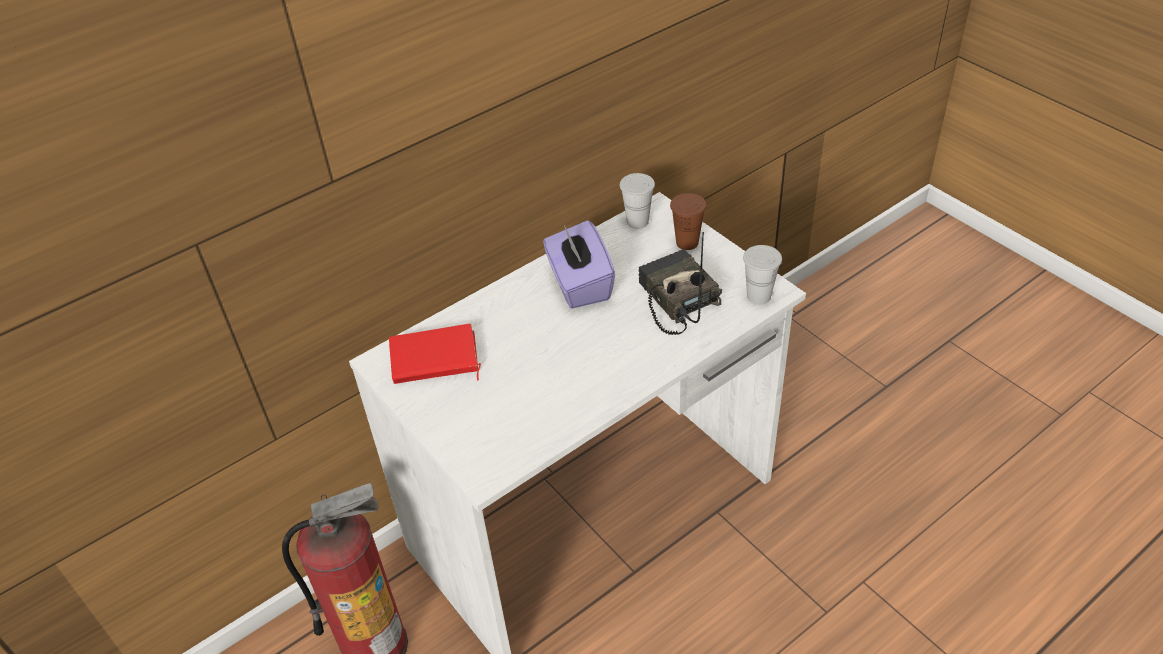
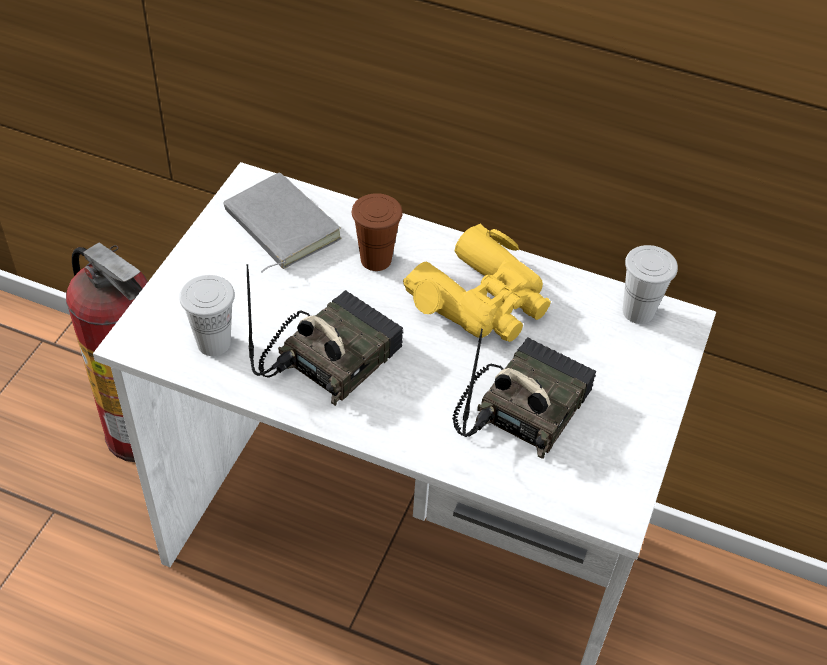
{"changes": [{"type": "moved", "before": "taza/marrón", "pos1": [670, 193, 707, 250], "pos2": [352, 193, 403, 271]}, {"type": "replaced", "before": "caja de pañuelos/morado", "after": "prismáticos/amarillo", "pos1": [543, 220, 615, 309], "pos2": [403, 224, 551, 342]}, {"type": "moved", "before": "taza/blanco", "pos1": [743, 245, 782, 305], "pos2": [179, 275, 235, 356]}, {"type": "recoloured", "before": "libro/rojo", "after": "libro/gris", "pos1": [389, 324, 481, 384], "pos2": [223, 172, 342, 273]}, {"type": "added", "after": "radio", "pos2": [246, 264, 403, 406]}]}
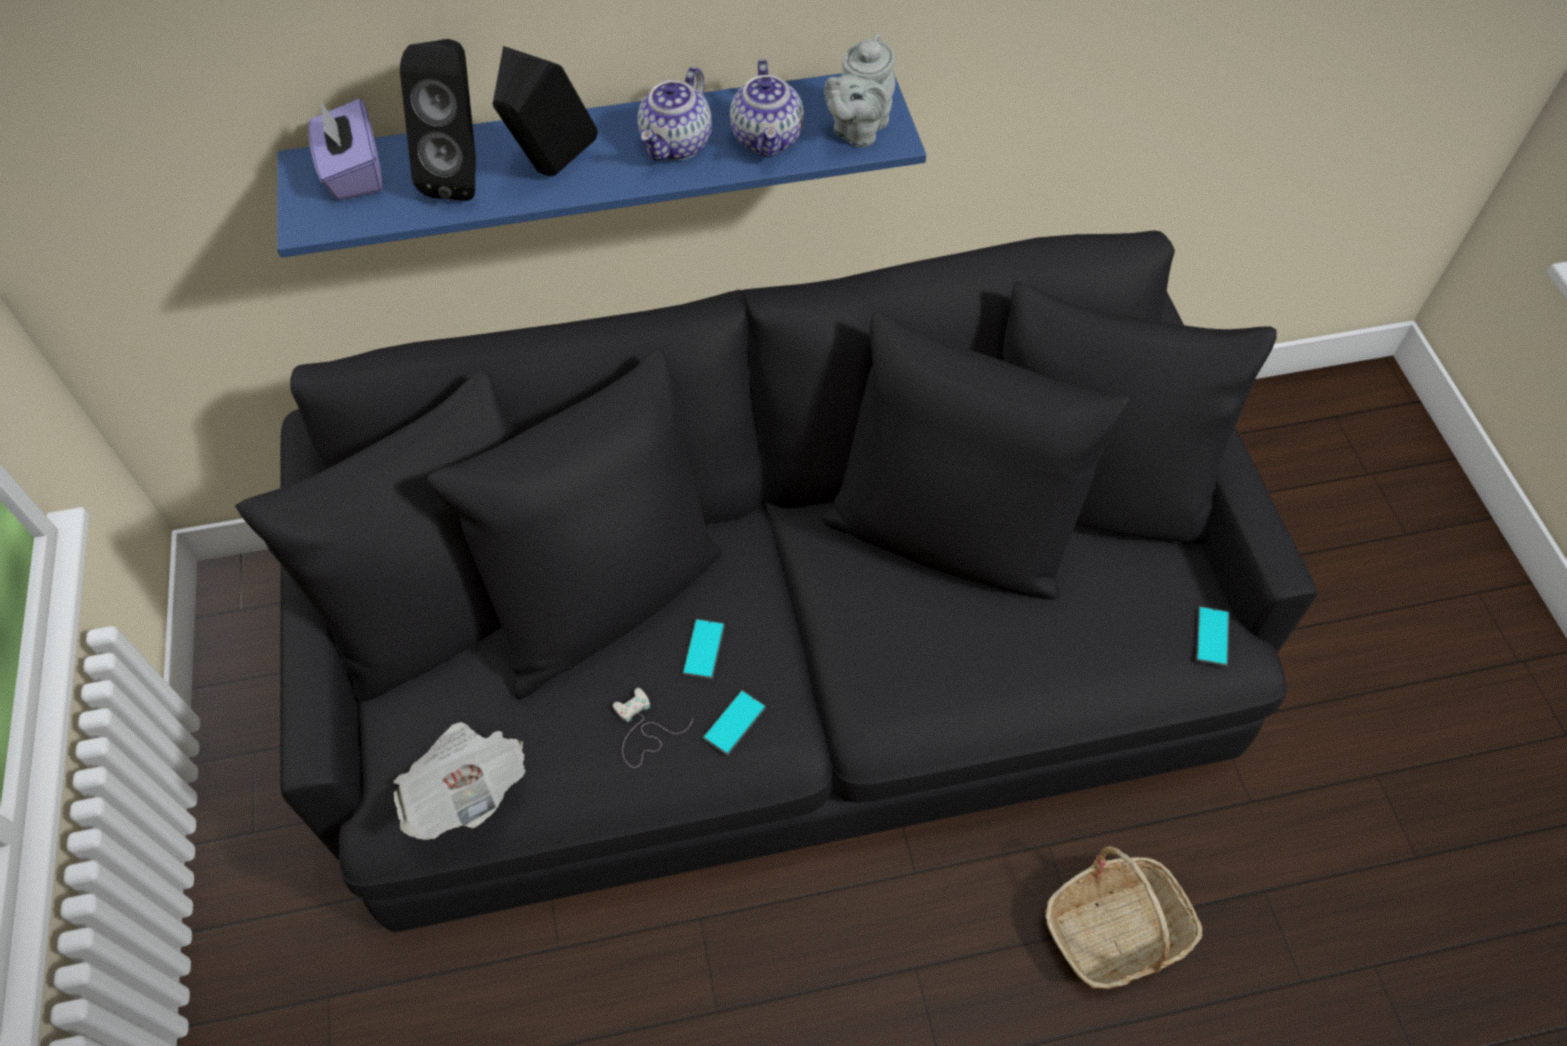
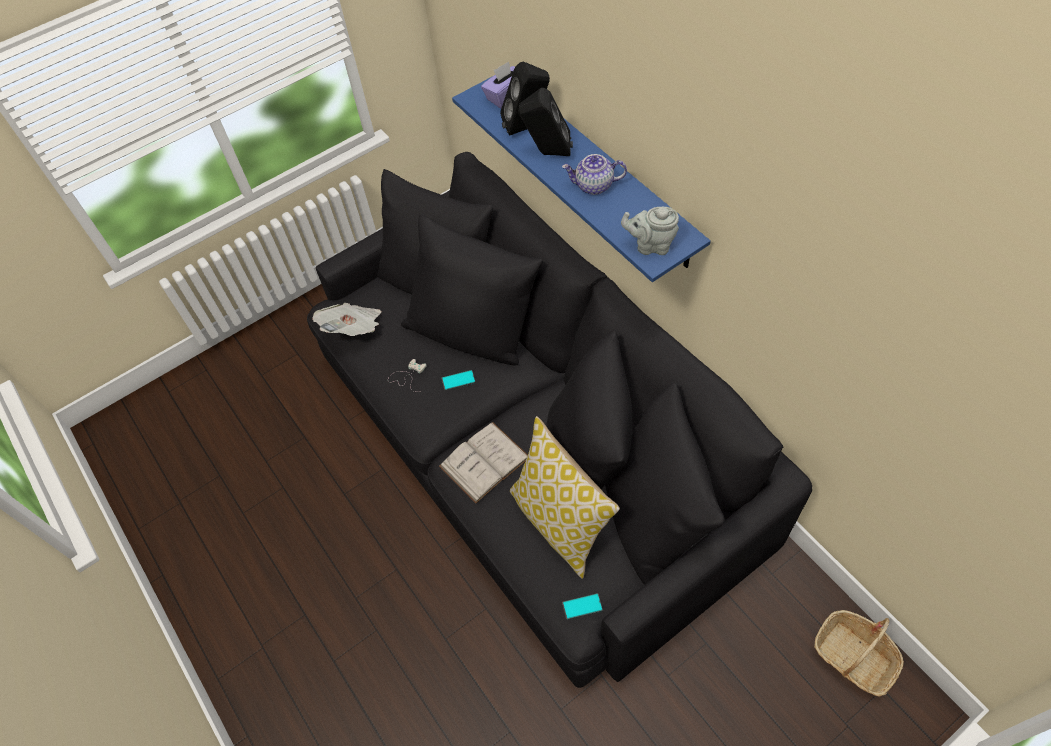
{"changes": [{"type": "removed", "before": "tetera", "pos1": [730, 59, 804, 158]}, {"type": "removed", "before": "móvil", "pos1": [702, 690, 766, 756]}, {"type": "moved", "before": "cesta", "pos1": [1045, 846, 1202, 989], "pos2": [814, 610, 904, 697]}, {"type": "added", "after": "cojín", "pos2": [510, 416, 620, 579]}, {"type": "added", "after": "libro/blanco", "pos2": [439, 422, 528, 503]}]}
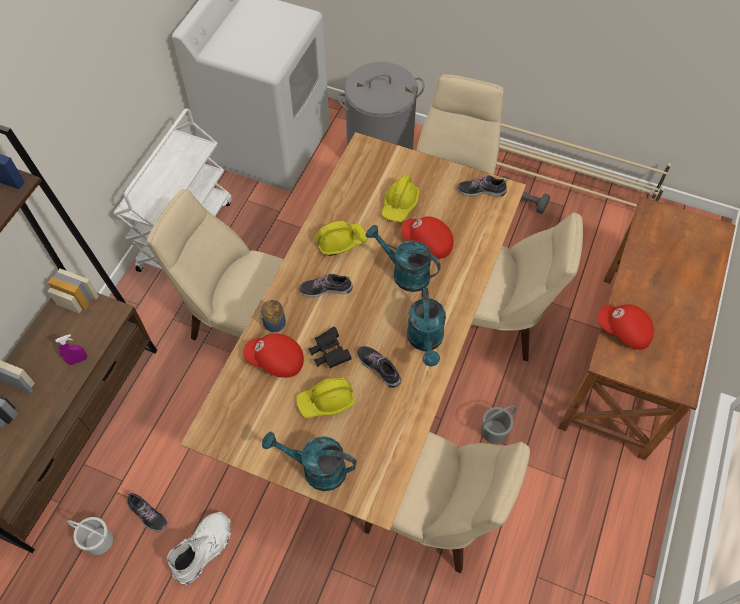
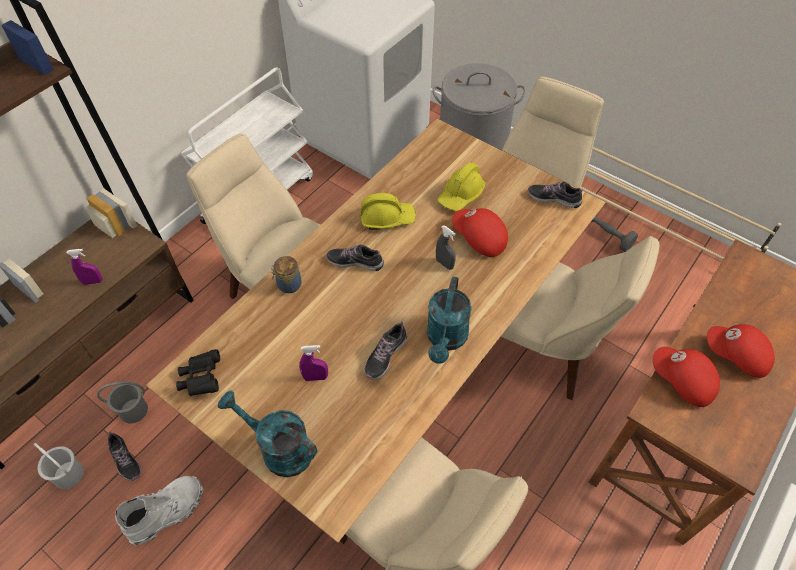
{"changes": [{"type": "replaced", "before": "regadera/turquesa", "after": "pulverizador/gris", "pos1": [365, 225, 441, 292], "pos2": [436, 225, 456, 270]}, {"type": "moved", "before": "prismáticos/negro", "pos1": [308, 327, 352, 368], "pos2": [176, 349, 220, 396]}, {"type": "moved", "before": "gorra/rojo", "pos1": [243, 333, 304, 378], "pos2": [707, 324, 775, 378]}, {"type": "turned", "before": "zapato", "pos1": [357, 346, 401, 388], "pos2": [364, 321, 407, 380], "turn": -120}, {"type": "replaced", "before": "casco/amarillo", "after": "pulverizador/morado", "pos1": [296, 378, 355, 418], "pos2": [299, 345, 328, 381]}, {"type": "moved", "before": "cubo/gris", "pos1": [481, 405, 517, 444], "pos2": [97, 382, 148, 424]}]}
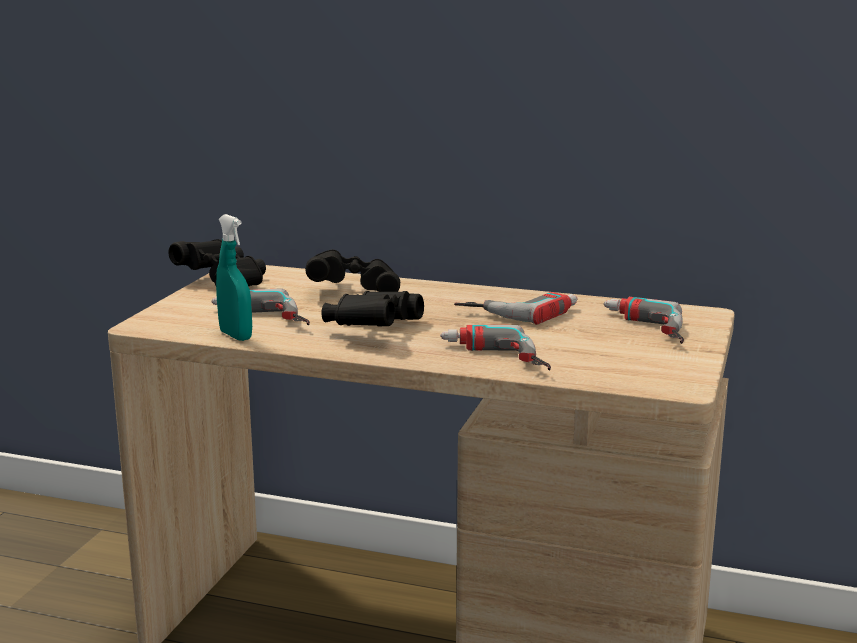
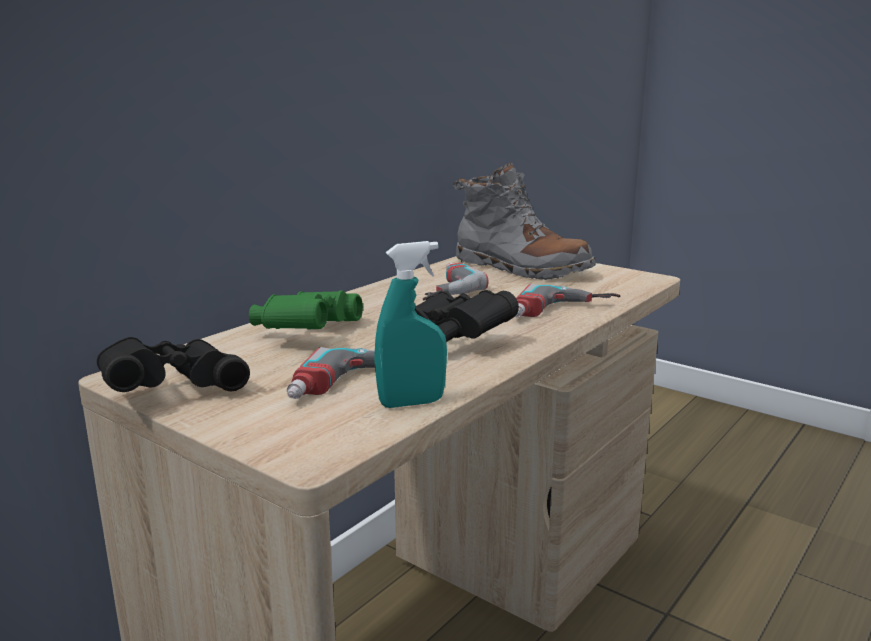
{"changes": [{"type": "recoloured", "before": "prismáticos/negro", "after": "prismáticos/verde", "pos1": [306, 249, 400, 292], "pos2": [249, 291, 363, 329]}, {"type": "replaced", "before": "taladro", "after": "bota/gris", "pos1": [604, 297, 684, 344], "pos2": [453, 163, 596, 280]}]}
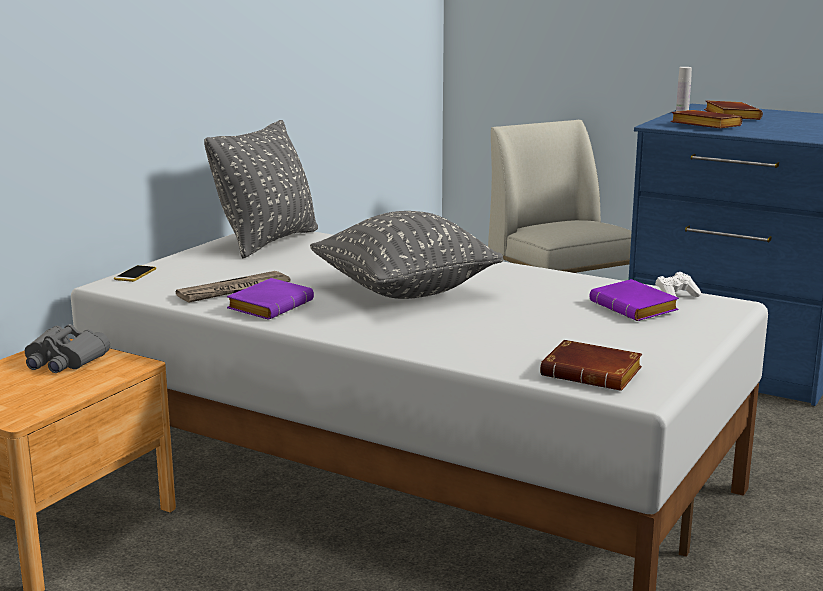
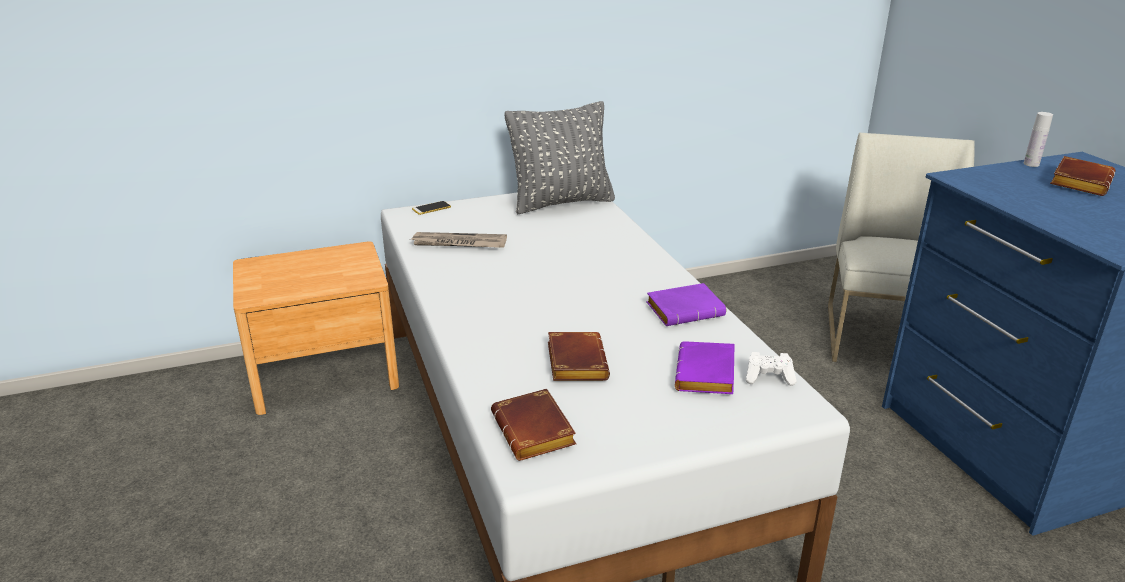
{"changes": [{"type": "moved", "before": "libro/marrón", "pos1": [671, 110, 743, 128], "pos2": [548, 332, 610, 381]}, {"type": "removed", "before": "cojín/gris", "pos1": [310, 211, 504, 299]}, {"type": "moved", "before": "libro/morado", "pos1": [227, 278, 314, 320], "pos2": [646, 283, 726, 326]}, {"type": "removed", "before": "prismáticos/gris", "pos1": [25, 324, 110, 373]}]}
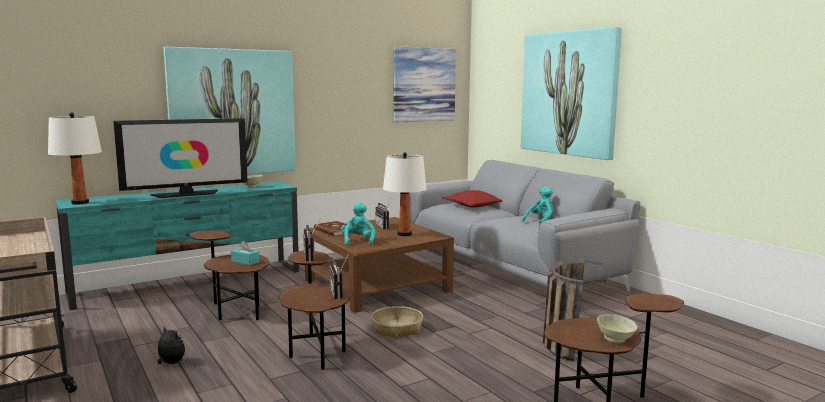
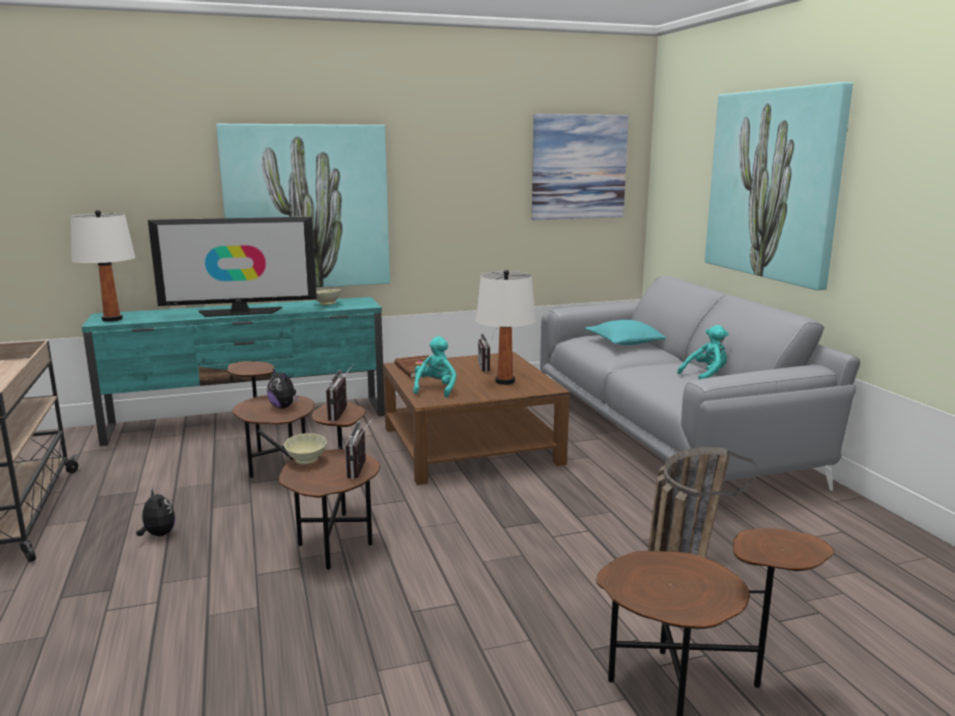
{"changes": [{"type": "recoloured", "before": "cojín/rojo", "after": "cojín/turquesa", "pos1": [443, 190, 502, 208], "pos2": [585, 320, 666, 345]}, {"type": "replaced", "before": "caja de pañuelos/turquesa", "after": "peluche", "pos1": [231, 241, 260, 265], "pos2": [267, 368, 299, 409]}, {"type": "removed", "before": "cesta", "pos1": [371, 306, 423, 339]}, {"type": "moved", "before": "cuenco/beis", "pos1": [597, 314, 638, 343], "pos2": [284, 433, 327, 465]}]}
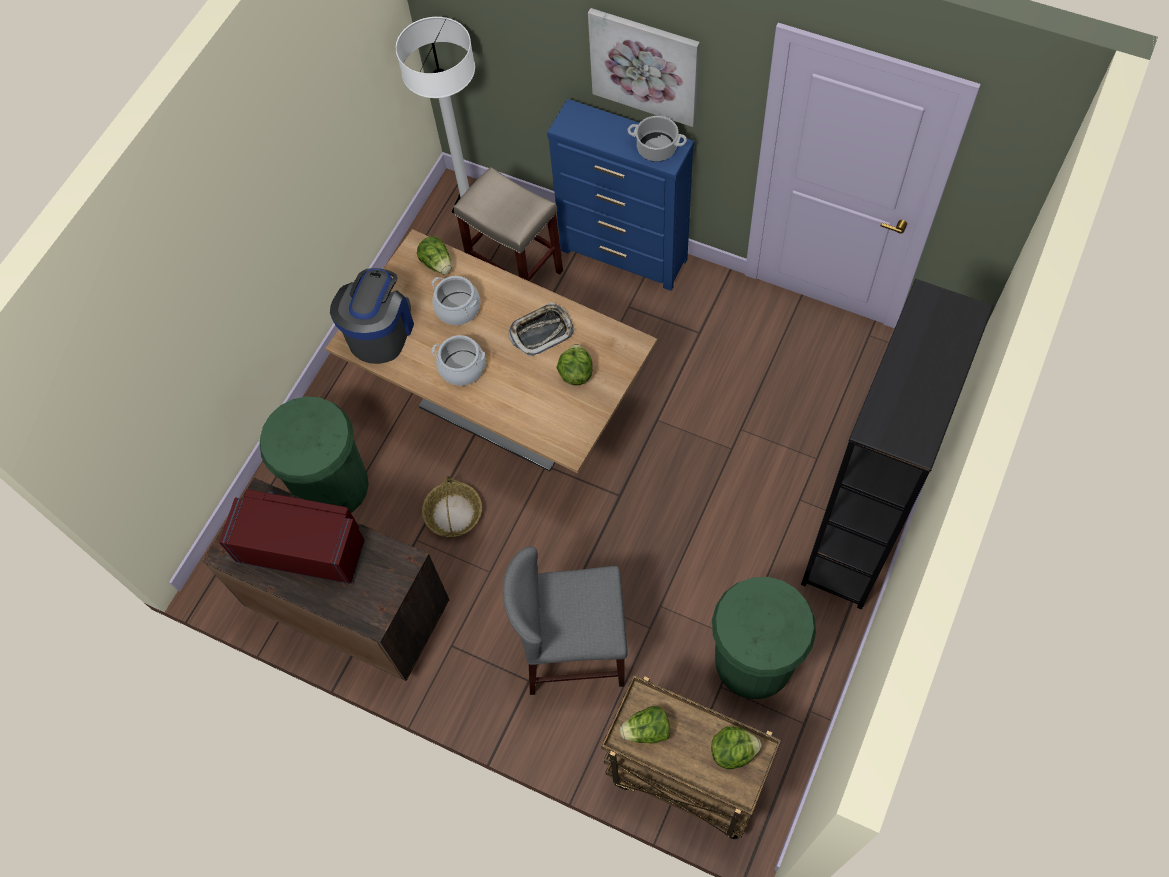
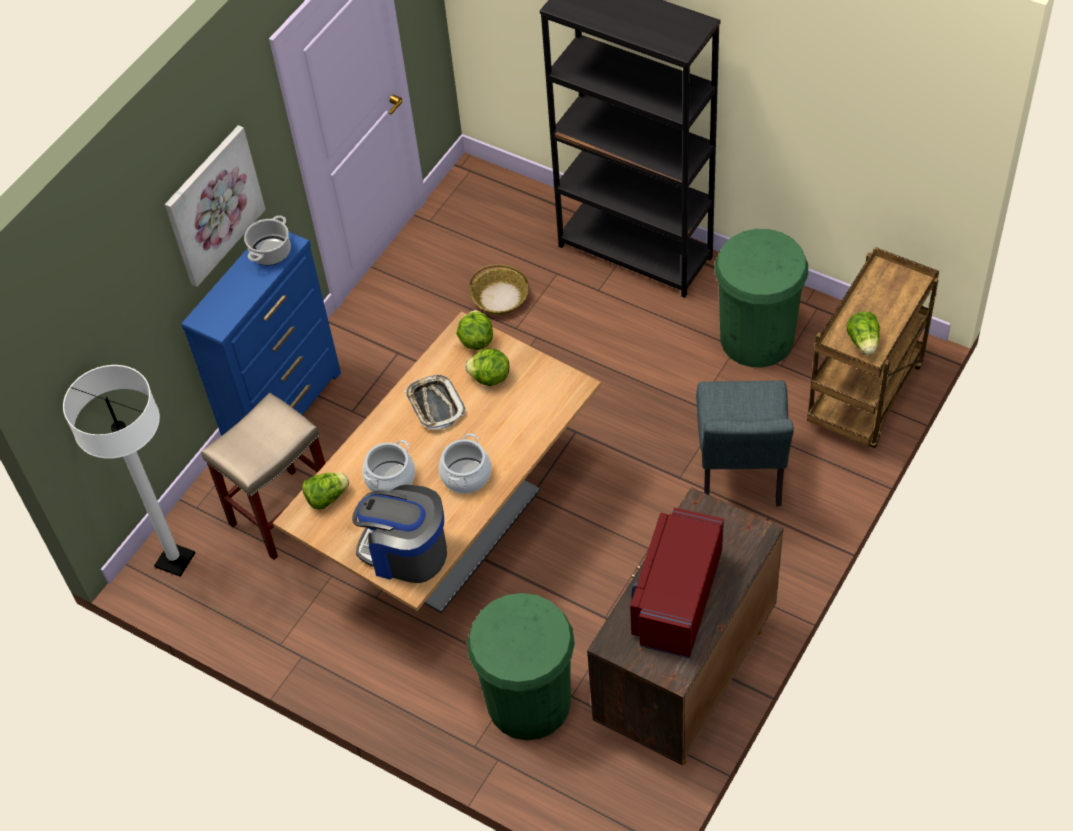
{"changes": [{"type": "moved", "before": "cesta", "pos1": [422, 476, 482, 537], "pos2": [470, 264, 529, 315]}, {"type": "replaced", "before": "taburete/gris", "after": "silla/gris", "pos1": [503, 547, 628, 695], "pos2": [696, 381, 794, 506]}, {"type": "moved", "before": "lechuga", "pos1": [711, 726, 762, 769], "pos2": [456, 310, 493, 350]}]}
